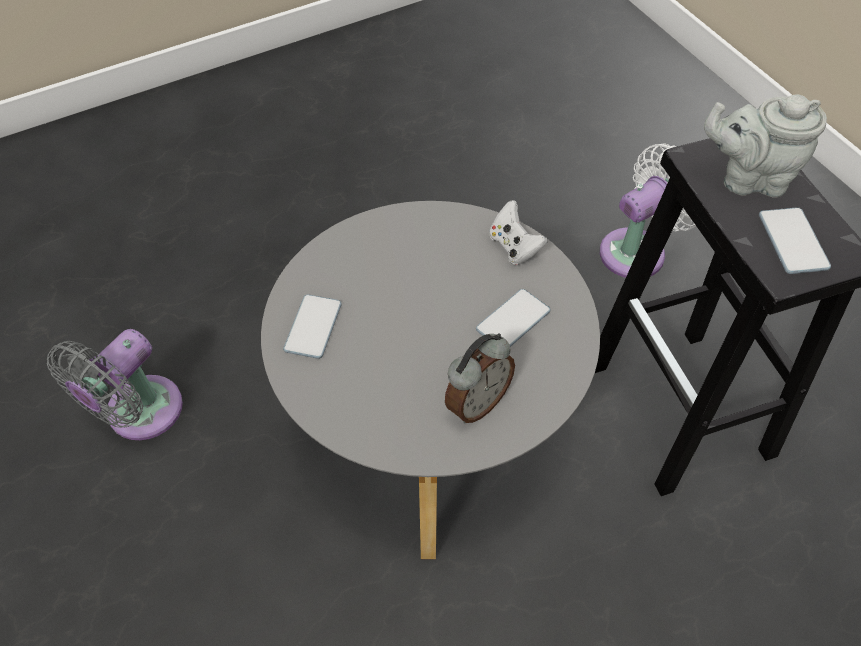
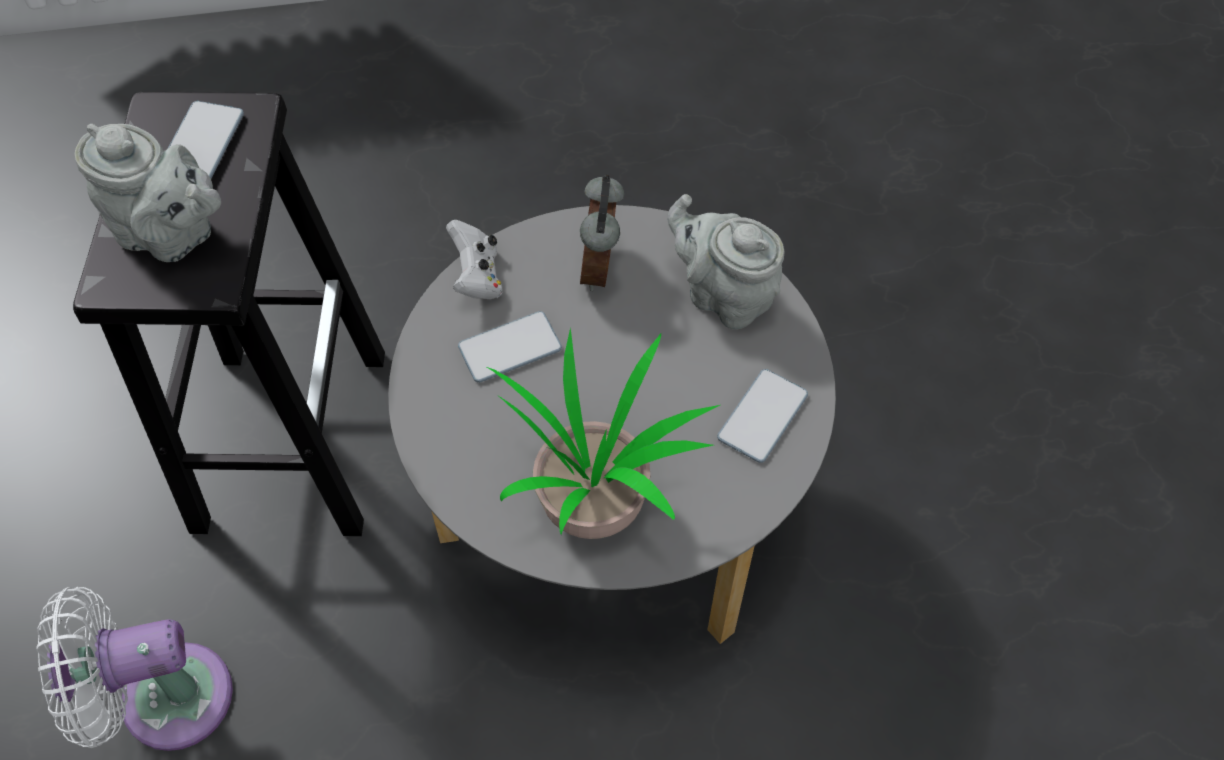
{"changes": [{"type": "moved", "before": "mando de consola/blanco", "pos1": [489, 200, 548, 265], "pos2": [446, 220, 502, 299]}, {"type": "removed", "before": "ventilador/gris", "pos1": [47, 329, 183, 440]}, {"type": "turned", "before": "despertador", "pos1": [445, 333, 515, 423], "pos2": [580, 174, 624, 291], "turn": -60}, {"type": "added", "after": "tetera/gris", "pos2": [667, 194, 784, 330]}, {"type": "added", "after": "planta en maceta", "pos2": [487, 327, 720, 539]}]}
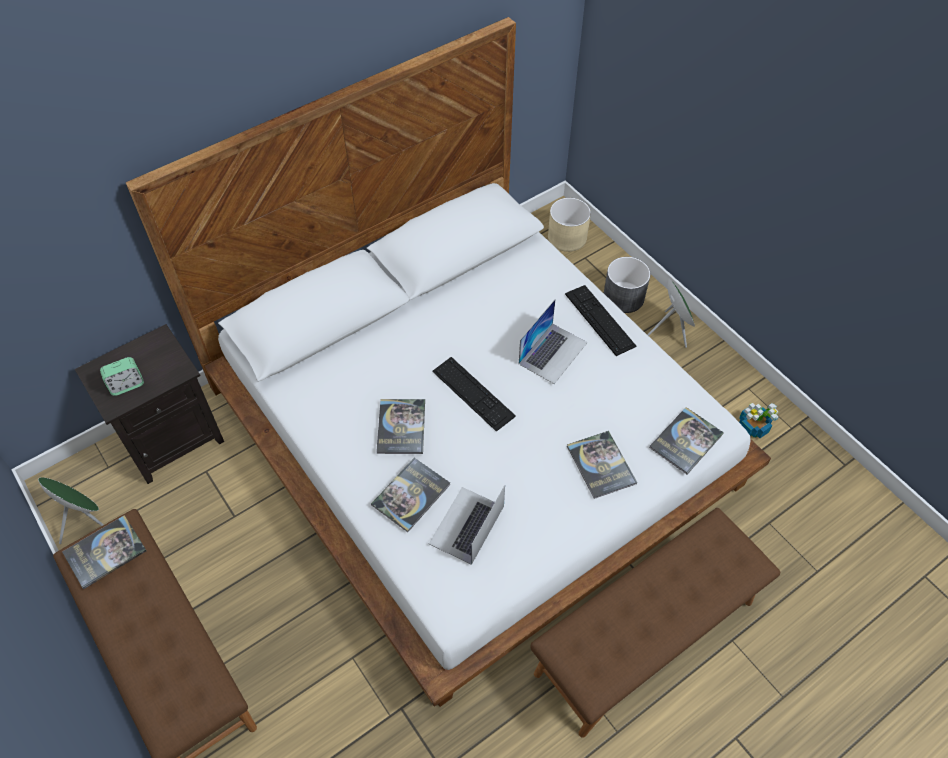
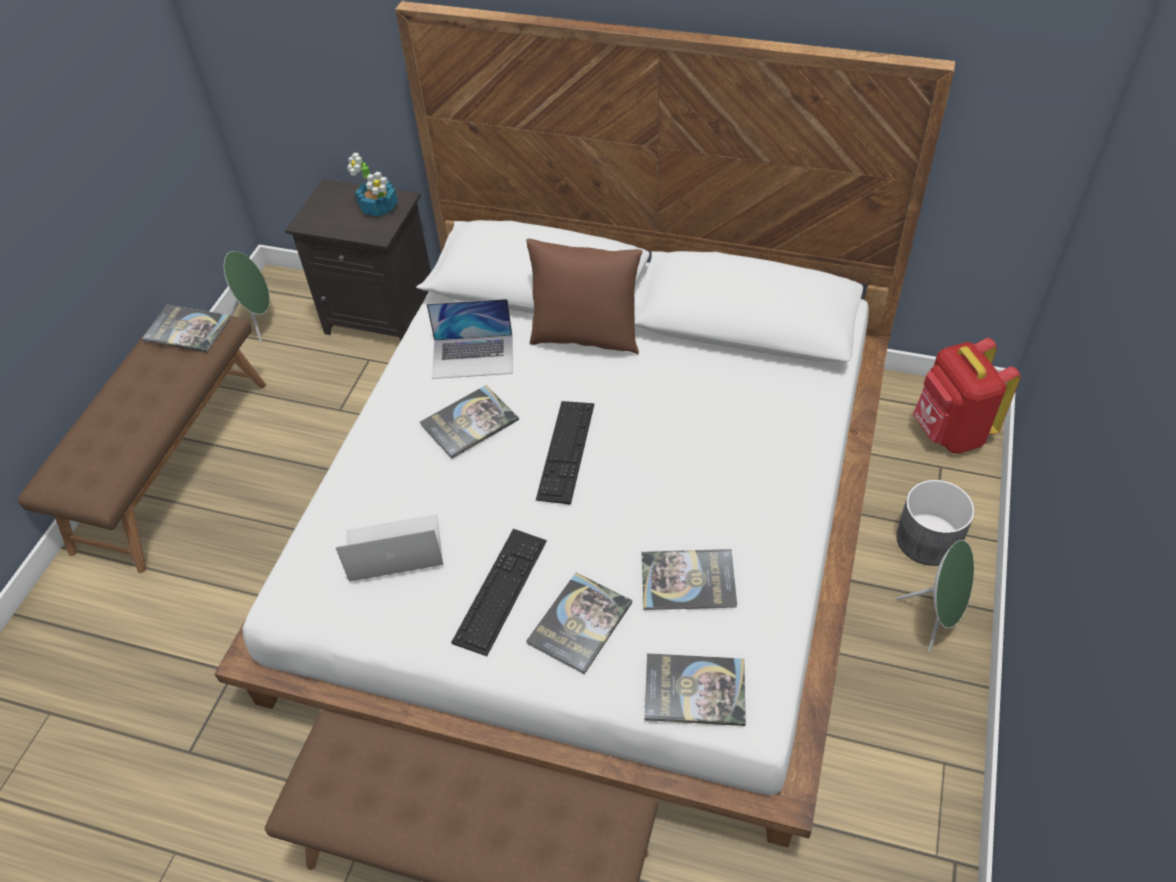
{"changes": [{"type": "replaced", "before": "maceta/beis", "after": "mochila/rojo", "pos1": [548, 198, 591, 252], "pos2": [913, 338, 1021, 454]}, {"type": "moved", "before": "teclado", "pos1": [565, 285, 637, 356], "pos2": [451, 529, 547, 656]}, {"type": "moved", "before": "portátil", "pos1": [519, 299, 588, 384], "pos2": [427, 299, 512, 379]}, {"type": "removed", "before": "despertador", "pos1": [100, 357, 144, 396]}, {"type": "moved", "before": "planta en maceta", "pos1": [739, 403, 779, 438], "pos2": [347, 153, 398, 217]}, {"type": "moved", "before": "libro", "pos1": [371, 458, 450, 532], "pos2": [642, 549, 737, 610]}, {"type": "added", "after": "cojín/marrón", "pos2": [526, 239, 643, 354]}]}
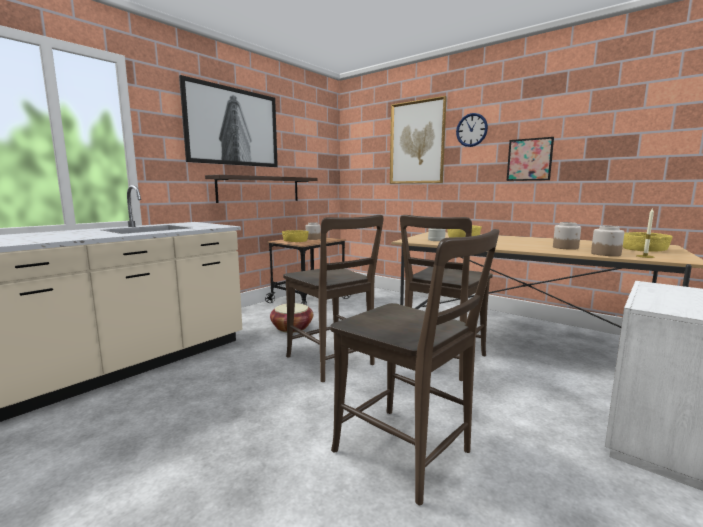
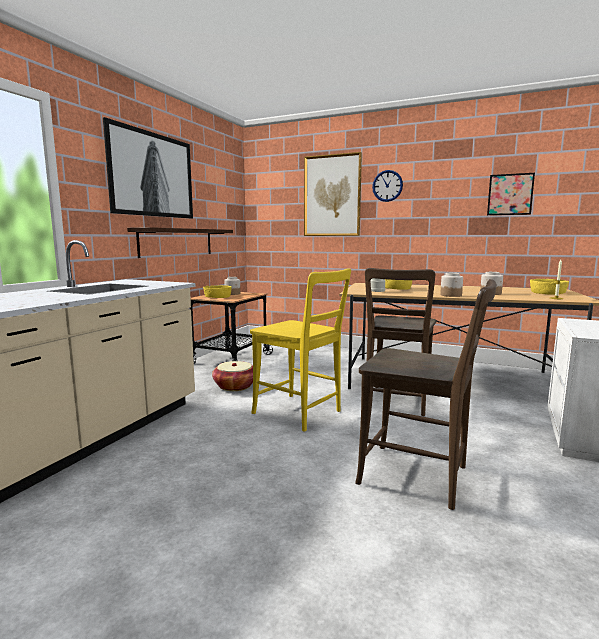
{"changes": [{"type": "moved", "before": "cuadro", "pos1": [507, 137, 554, 181], "pos2": [487, 173, 535, 215]}, {"type": "recoloured", "before": "silla/marrón", "after": "silla/amarillo", "pos1": [283, 215, 383, 382], "pos2": [250, 268, 351, 432]}, {"type": "moved", "before": "tarro", "pos1": [591, 226, 624, 256], "pos2": [440, 273, 463, 297]}]}
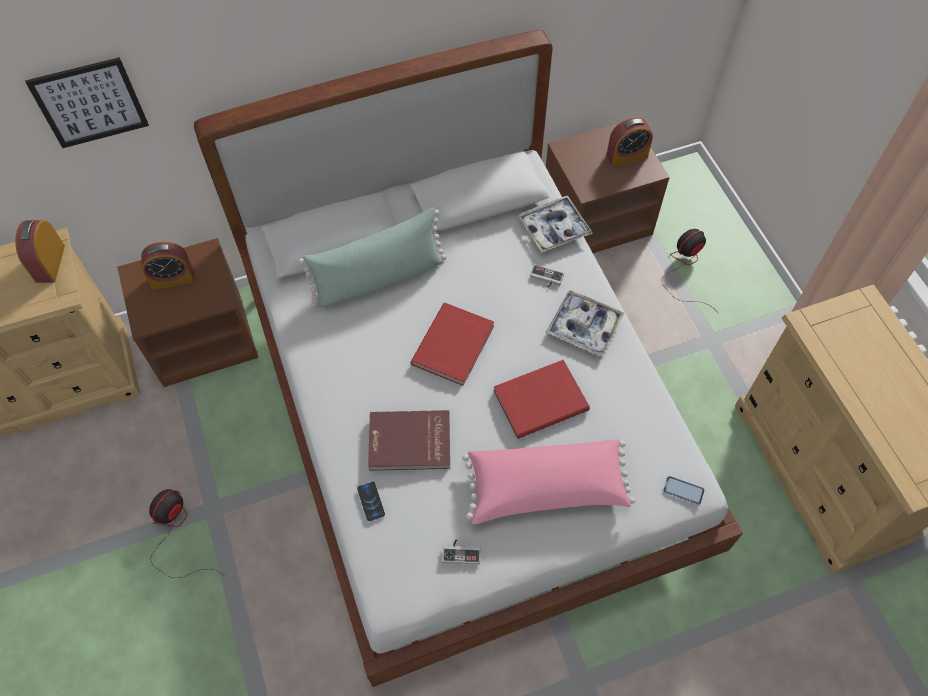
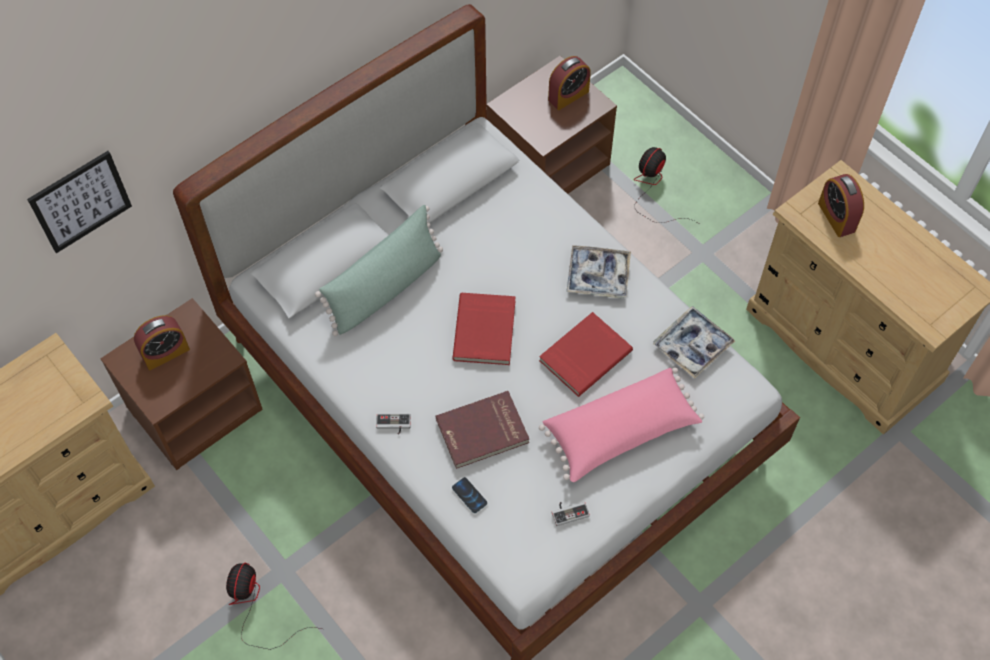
{"changes": [{"type": "moved", "before": "bandeja", "pos1": [519, 196, 593, 252], "pos2": [653, 306, 735, 378]}, {"type": "moved", "before": "despertador", "pos1": [15, 220, 65, 283], "pos2": [818, 174, 864, 237]}, {"type": "moved", "before": "mando de consola", "pos1": [530, 265, 564, 287], "pos2": [376, 414, 411, 435]}, {"type": "removed", "before": "móvil", "pos1": [663, 476, 705, 505]}]}
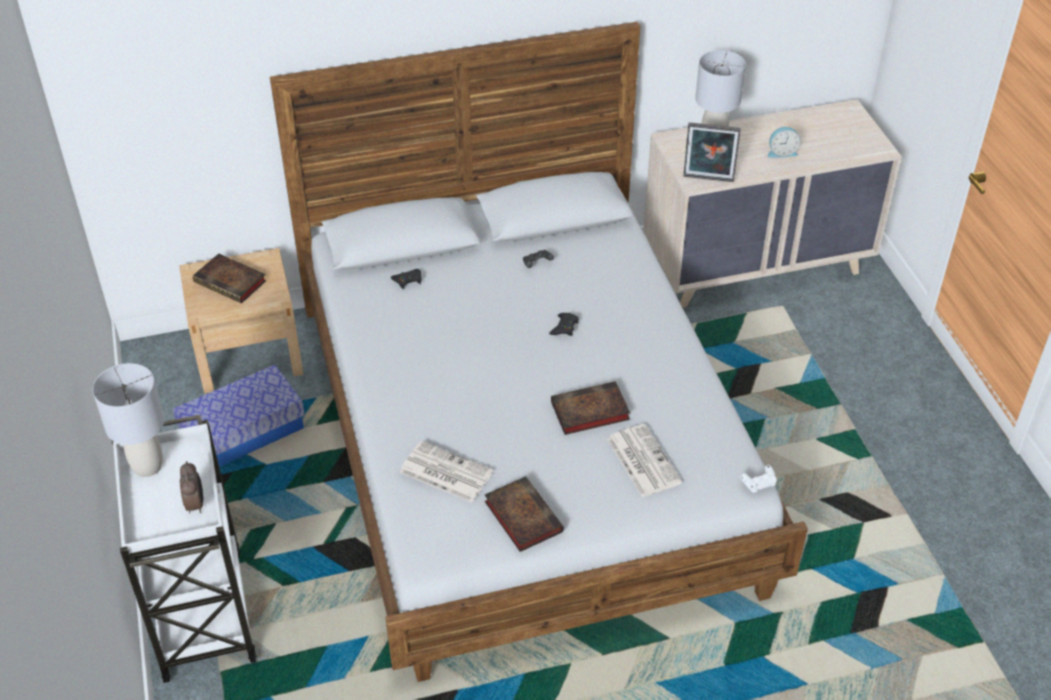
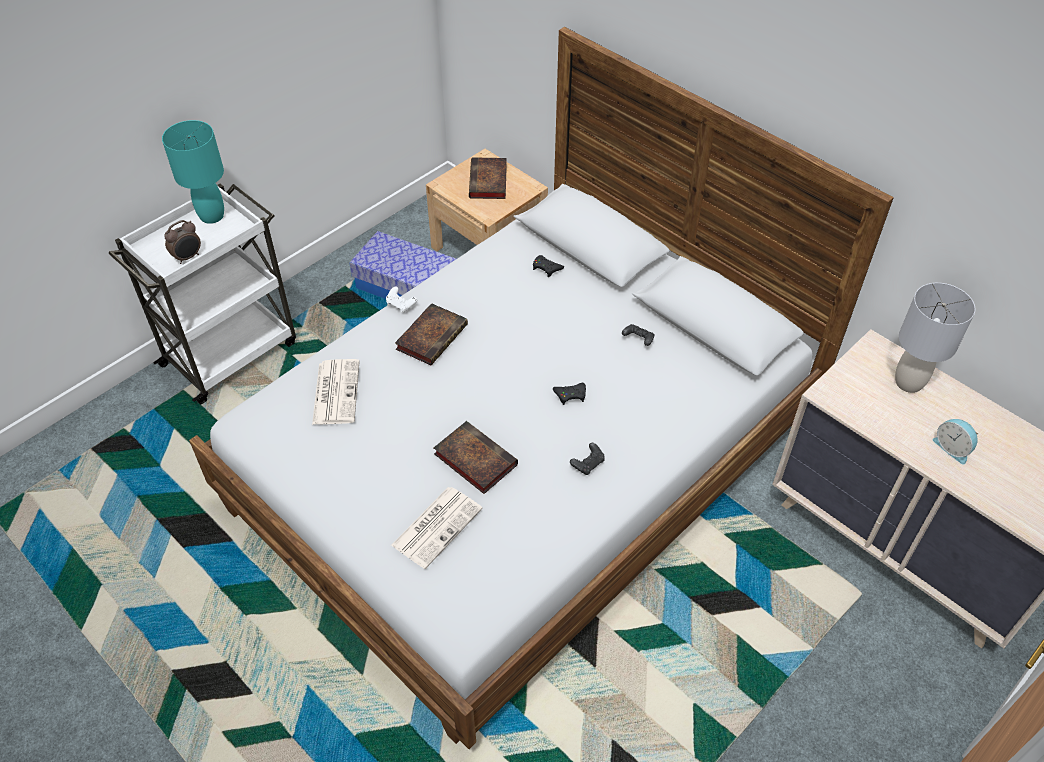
{"changes": [{"type": "removed", "before": "portarretratos", "pos1": [683, 123, 741, 182]}, {"type": "recoloured", "before": "lámpara de mesa/gris", "after": "lámpara de mesa/turquesa", "pos1": [93, 363, 165, 477], "pos2": [162, 120, 224, 224]}, {"type": "moved", "before": "mando de consola/blanco", "pos1": [740, 465, 777, 493], "pos2": [386, 286, 417, 313]}, {"type": "moved", "before": "libro", "pos1": [485, 476, 564, 552], "pos2": [395, 303, 468, 365]}, {"type": "added", "after": "mando de consola/negro", "pos2": [570, 443, 605, 475]}]}
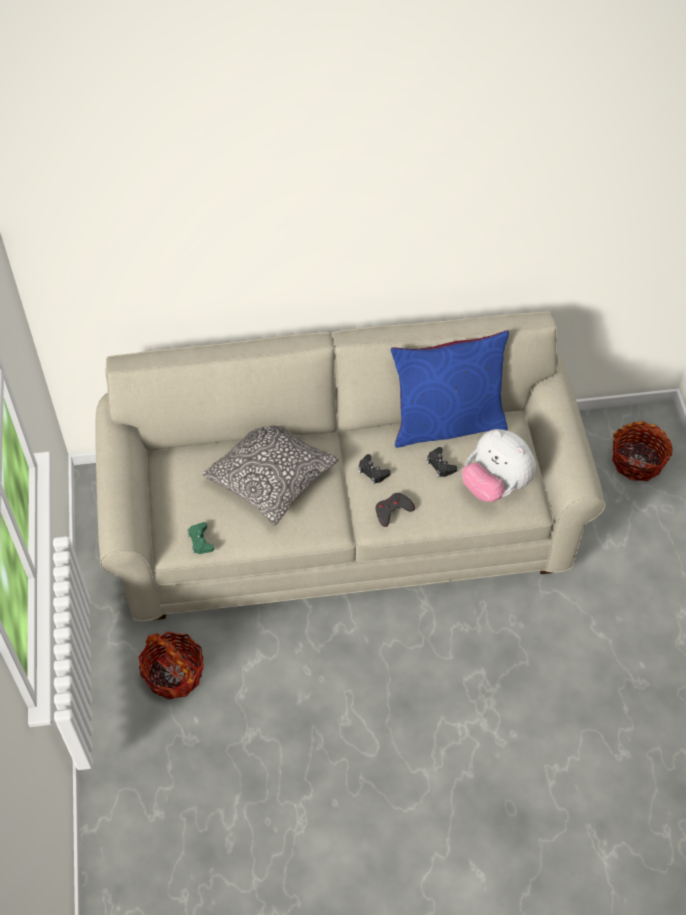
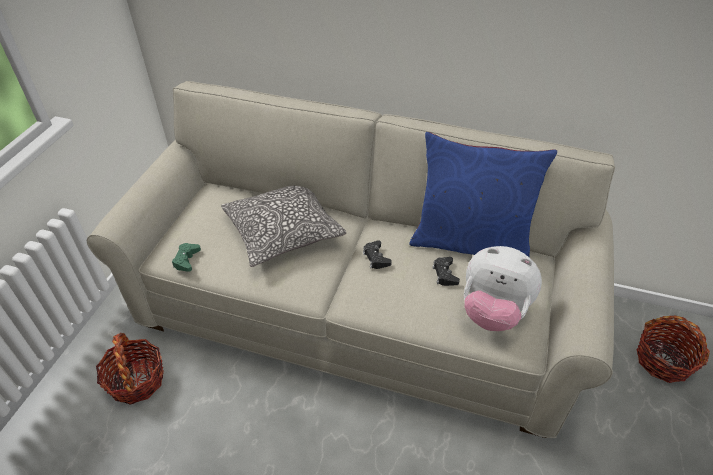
{"changes": [{"type": "turned", "before": "peluche", "pos1": [462, 429, 536, 502], "pos2": [464, 246, 542, 331], "turn": -45}, {"type": "removed", "before": "mando de consola/gris", "pos1": [376, 493, 415, 527]}]}
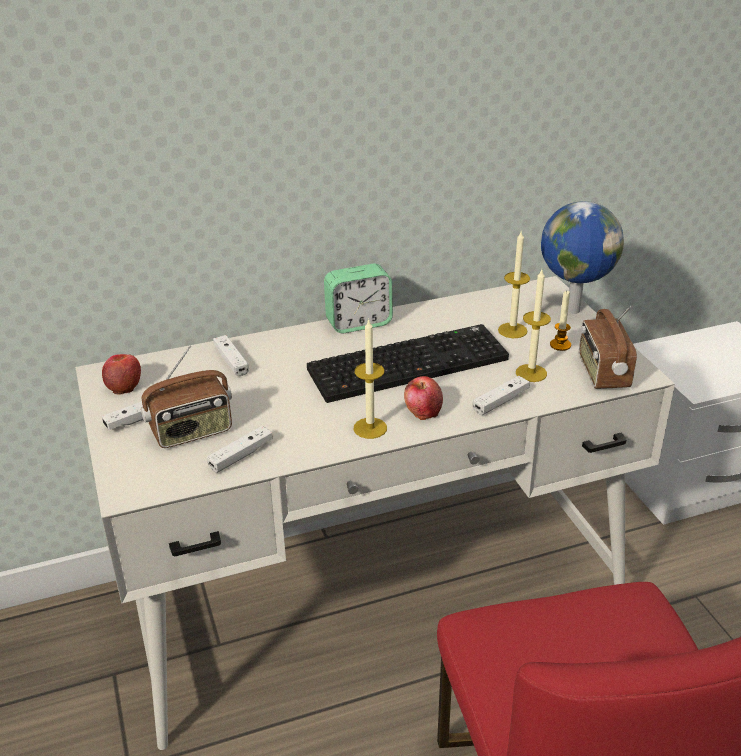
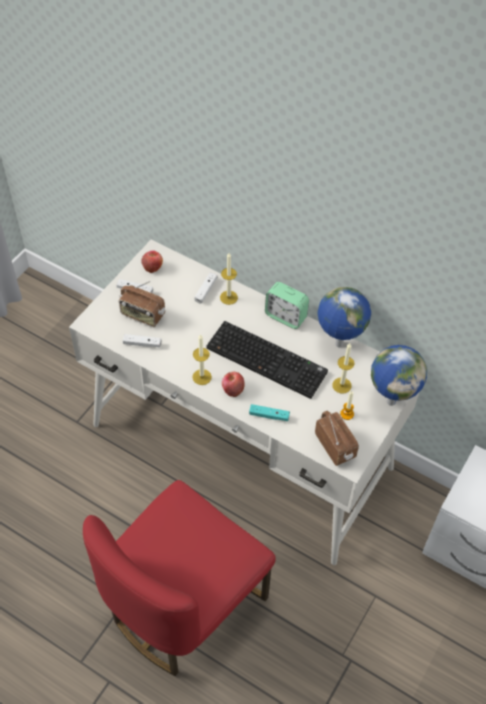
{"changes": [{"type": "moved", "before": "vela", "pos1": [516, 270, 551, 382], "pos2": [220, 253, 238, 305]}, {"type": "turned", "before": "radio", "pos1": [579, 306, 637, 389], "pos2": [315, 411, 359, 466], "turn": 105}, {"type": "recoloured", "before": "mando de consola/blanco", "after": "mando de consola/turquesa", "pos1": [473, 376, 530, 415], "pos2": [249, 404, 290, 421]}, {"type": "added", "after": "globo terráqueo", "pos2": [318, 287, 371, 348]}]}
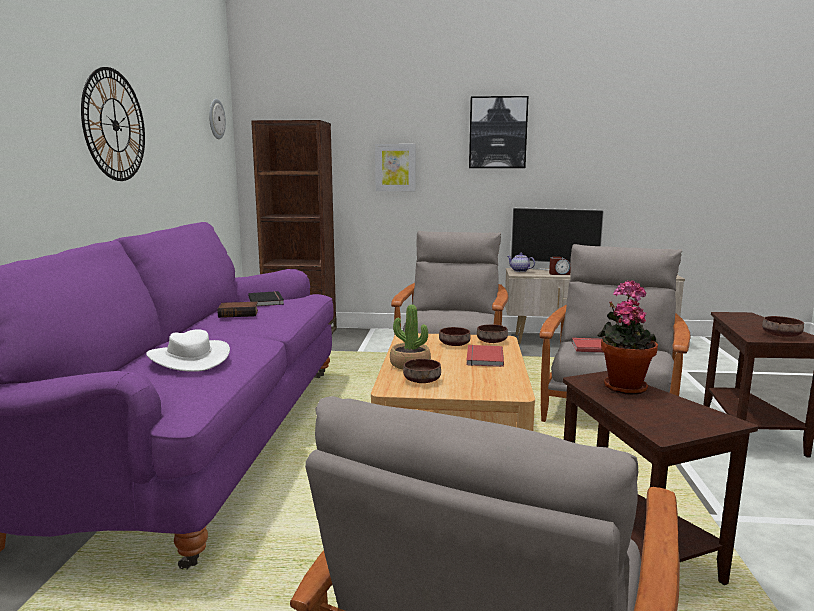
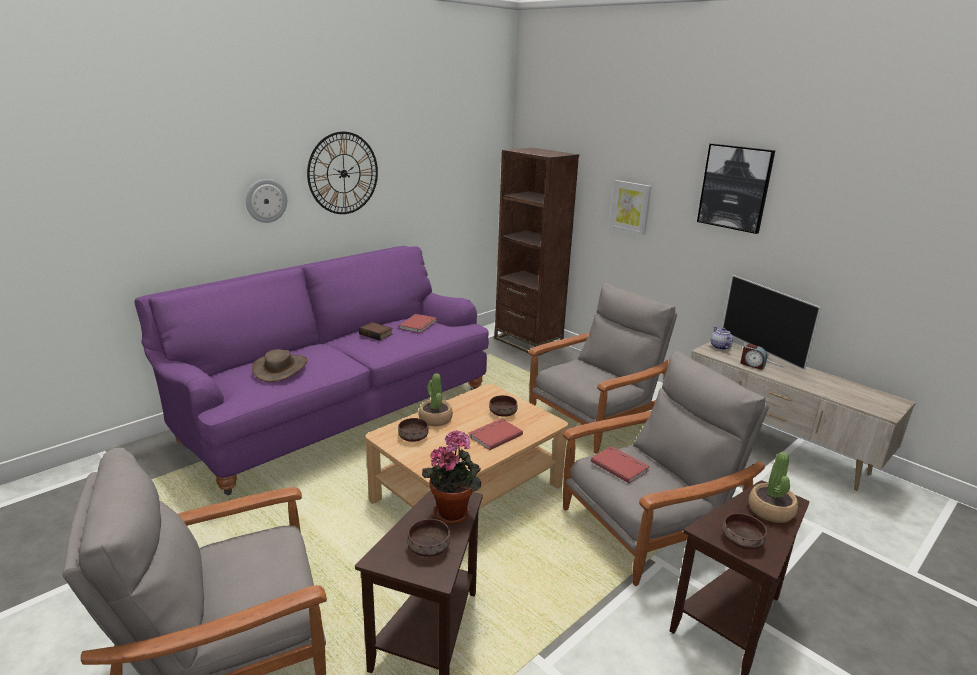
{"changes": [{"type": "moved", "before": "reloj de pared", "pos1": [209, 99, 226, 139], "pos2": [246, 179, 287, 223]}, {"type": "recoloured", "before": "libro/negro", "after": "libro/rojo", "pos1": [248, 291, 284, 306], "pos2": [399, 314, 436, 333]}, {"type": "moved", "before": "cuenco/marrón", "pos1": [477, 324, 508, 343], "pos2": [407, 519, 450, 557]}, {"type": "recoloured", "before": "sombrero/blanco", "after": "sombrero/marrón", "pos1": [146, 329, 230, 372], "pos2": [252, 349, 307, 382]}, {"type": "added", "after": "planta en maceta", "pos2": [749, 452, 798, 523]}]}
